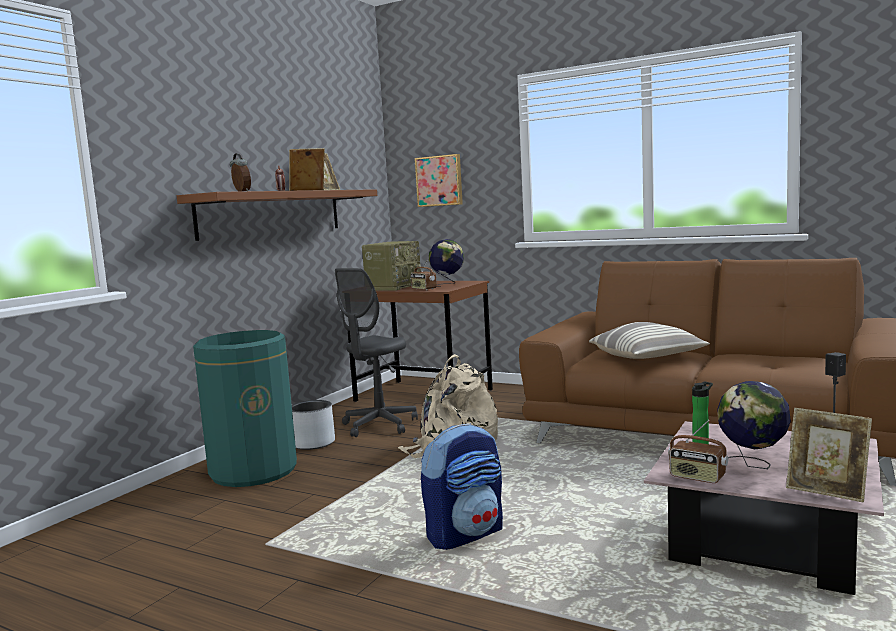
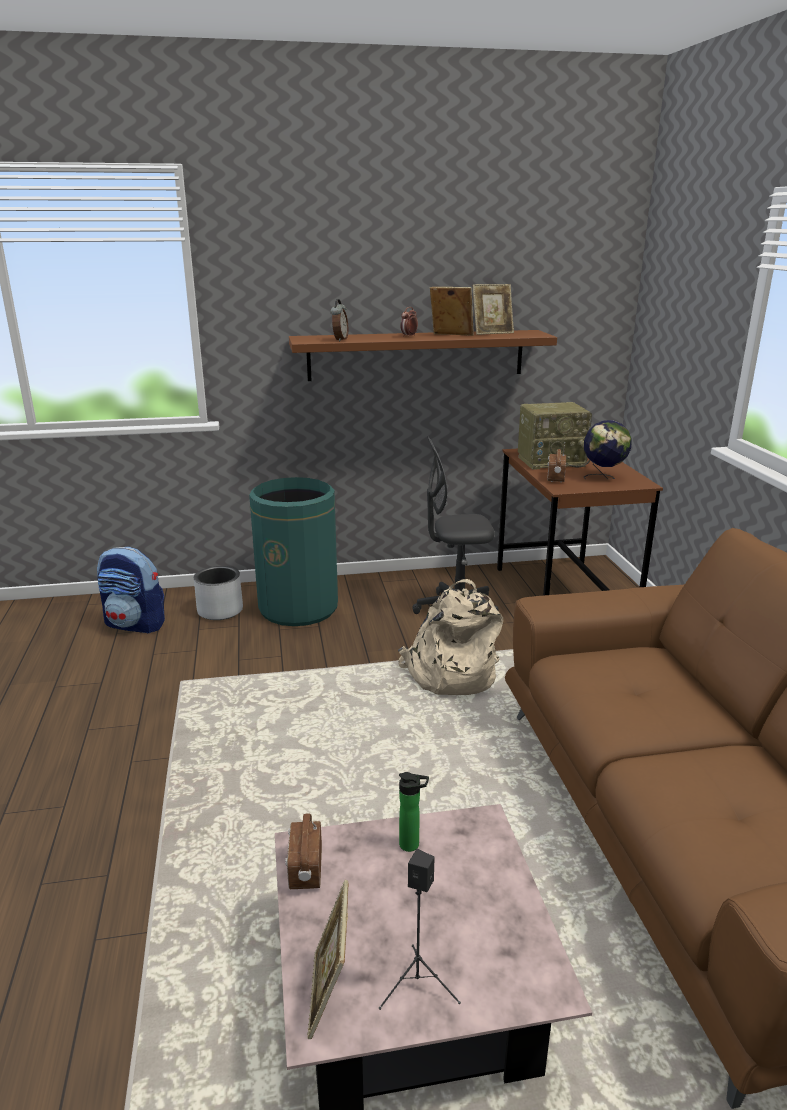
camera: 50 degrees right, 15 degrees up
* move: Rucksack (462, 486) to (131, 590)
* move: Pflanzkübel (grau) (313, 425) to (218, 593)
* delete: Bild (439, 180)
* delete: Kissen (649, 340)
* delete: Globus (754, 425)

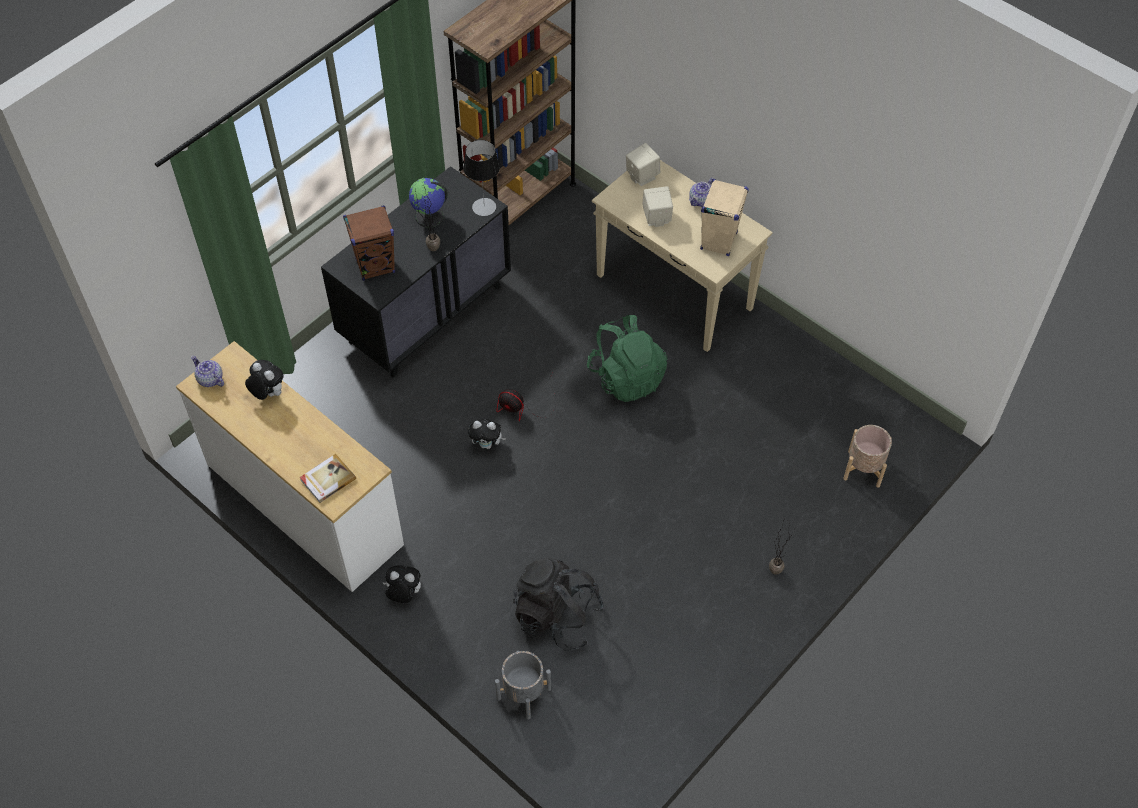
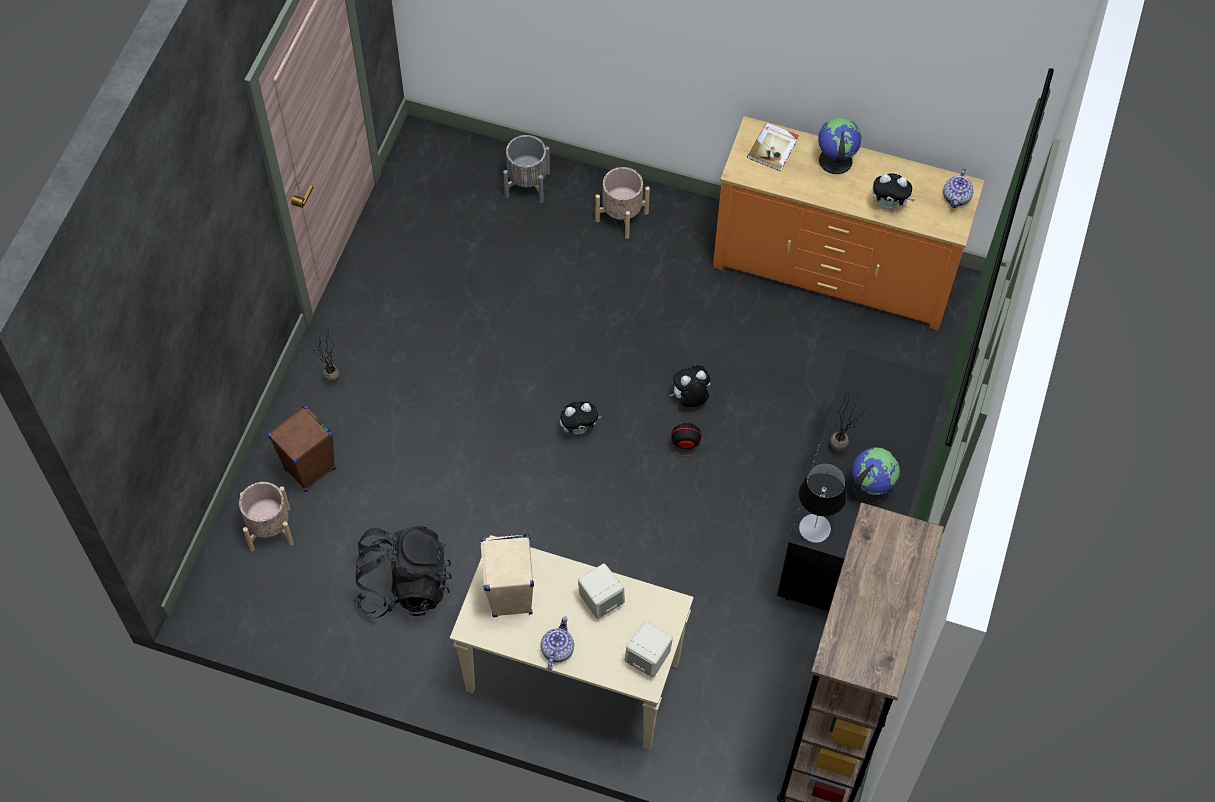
camera: 155 degrees right, 5 degrees up
* move: Lautsprecher (braun) (369, 243) to (302, 448)
* move: Rucksack (schwarz) (559, 604) to (402, 572)
* move: Plüschtier (401, 584) to (581, 418)
* insert: Pflanzkübel (beige) (622, 203)
* recolor: Kommode (weiß) (290, 466) to Kommode (orange) (849, 223)
* insert: Globus (840, 145)
* rotate: Teekanne (207, 371) = (958, 188) 90 degrees clockwise
* delete: Rucksack (grün) (627, 358)

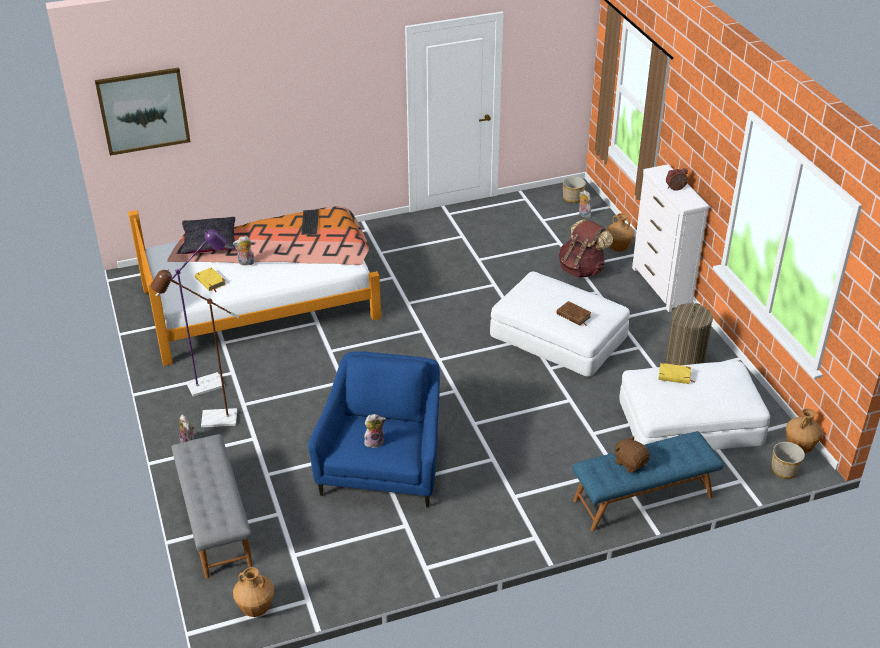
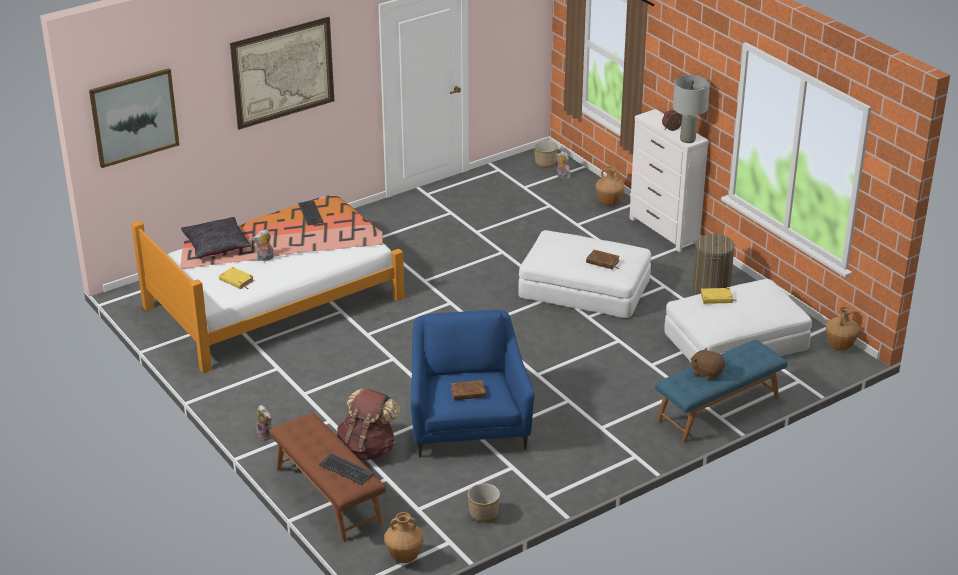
camera: 15 degrees left, 5 degrees down
* insert: Bild (282, 73)
* recolor: Bank (grau) (212, 506) to Bank (braun) (327, 477)
* insert: Tastatur (346, 469)
* move: Rucksack (braun) (586, 248) to (368, 425)
* replace: Plüschtier (375, 431) to Buch (braun) (471, 390)
* move: Pflanzkübel (788, 460) to (484, 502)
* insert: Tischlampe (grau) (691, 109)
* delete: Stehlampe (braun) (195, 348)
* delete: Stehlampe (lila) (191, 313)

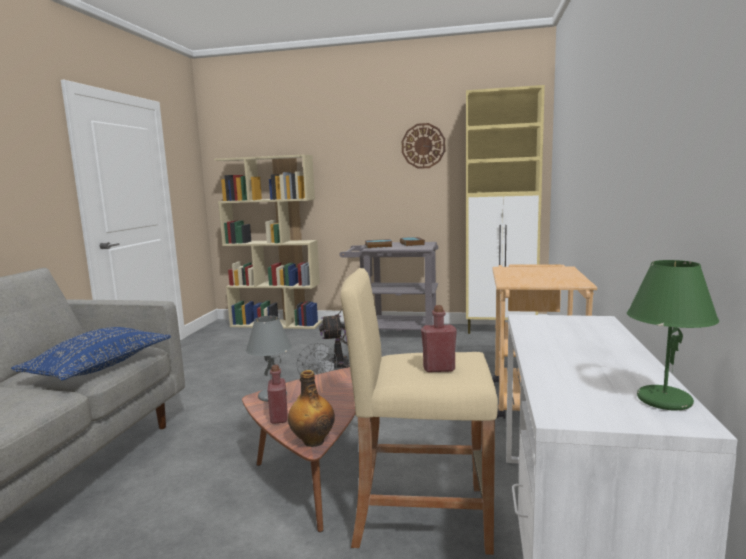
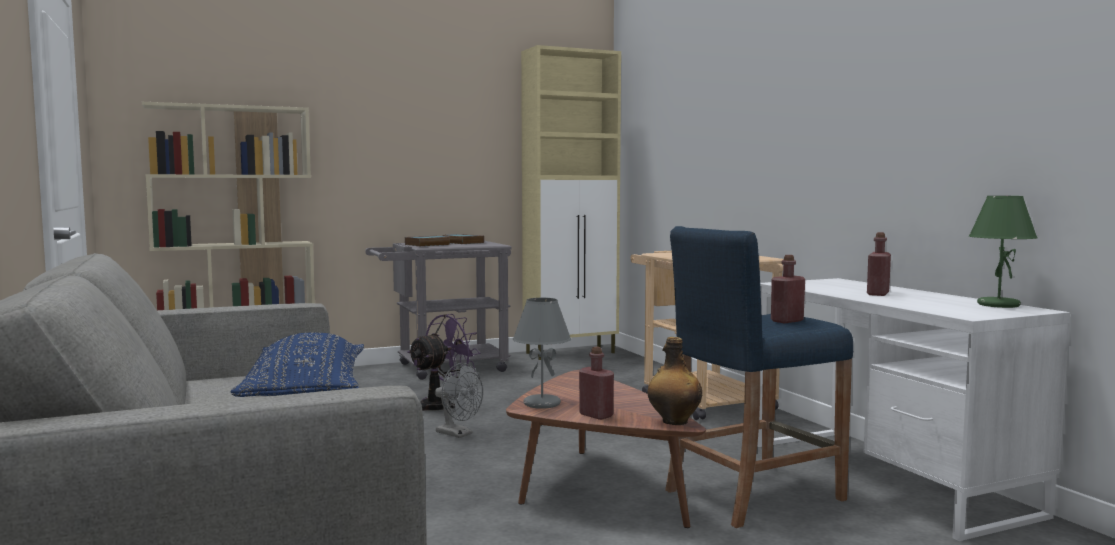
camera: 35 degrees left, 5 degrees down
* recolor: Hocker (beige) (419, 411) to Hocker (blau) (759, 377)
* insert: Flasche (rot) (879, 264)
* delete: Wanduhr (423, 146)

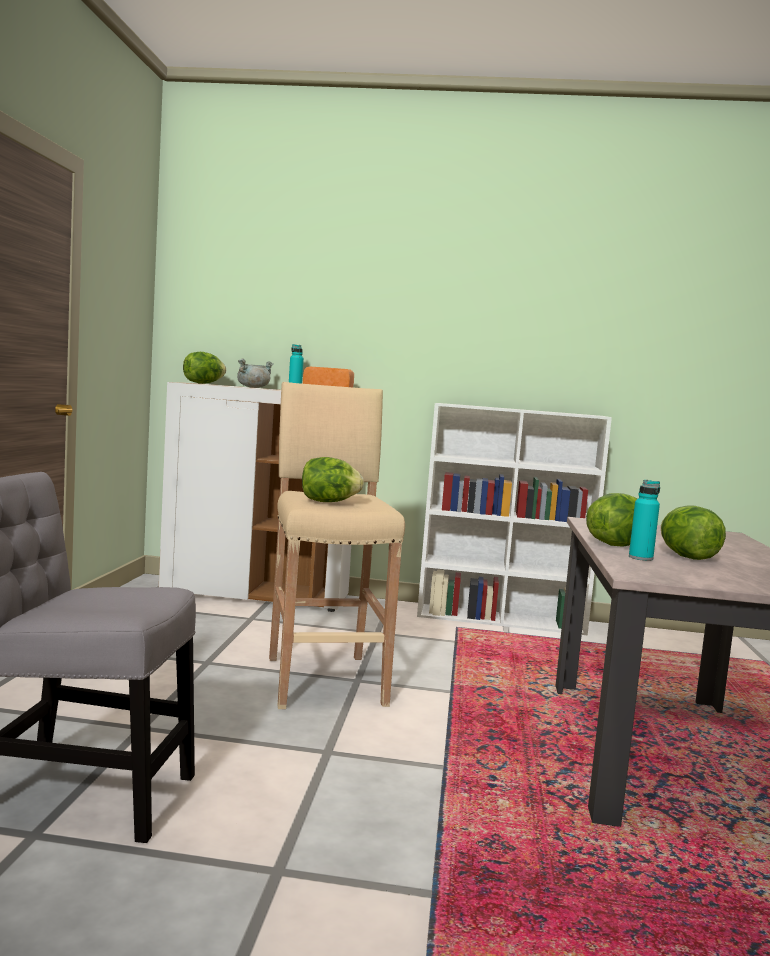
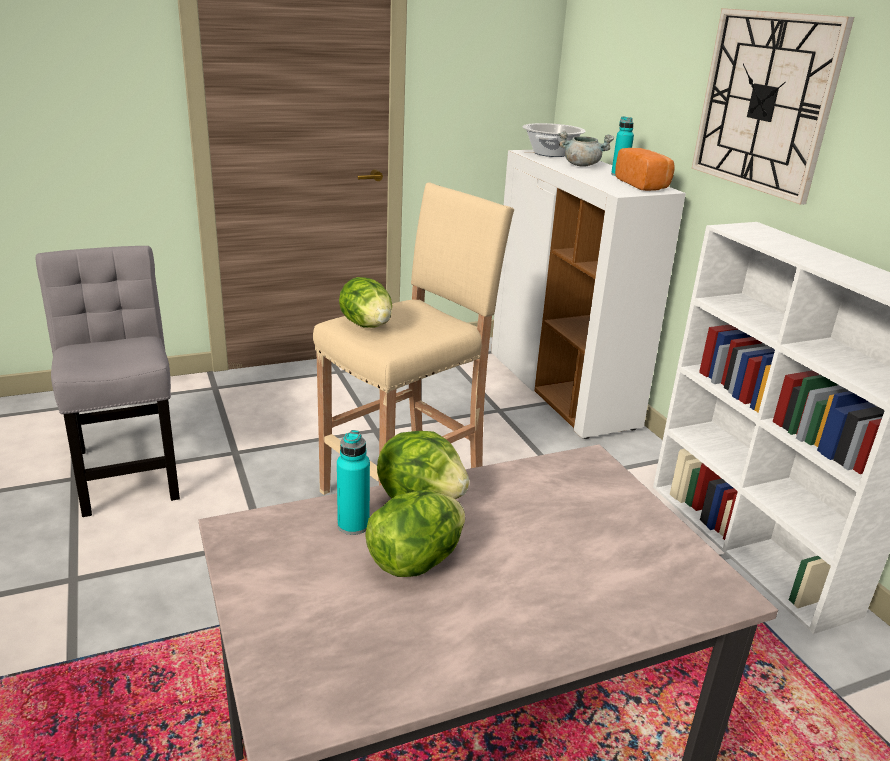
camera: 60 degrees right, 20 degrees up
* replace: Salatkopf (204, 368) to Kochtopf (554, 140)
* insert: Wanduhr (773, 106)

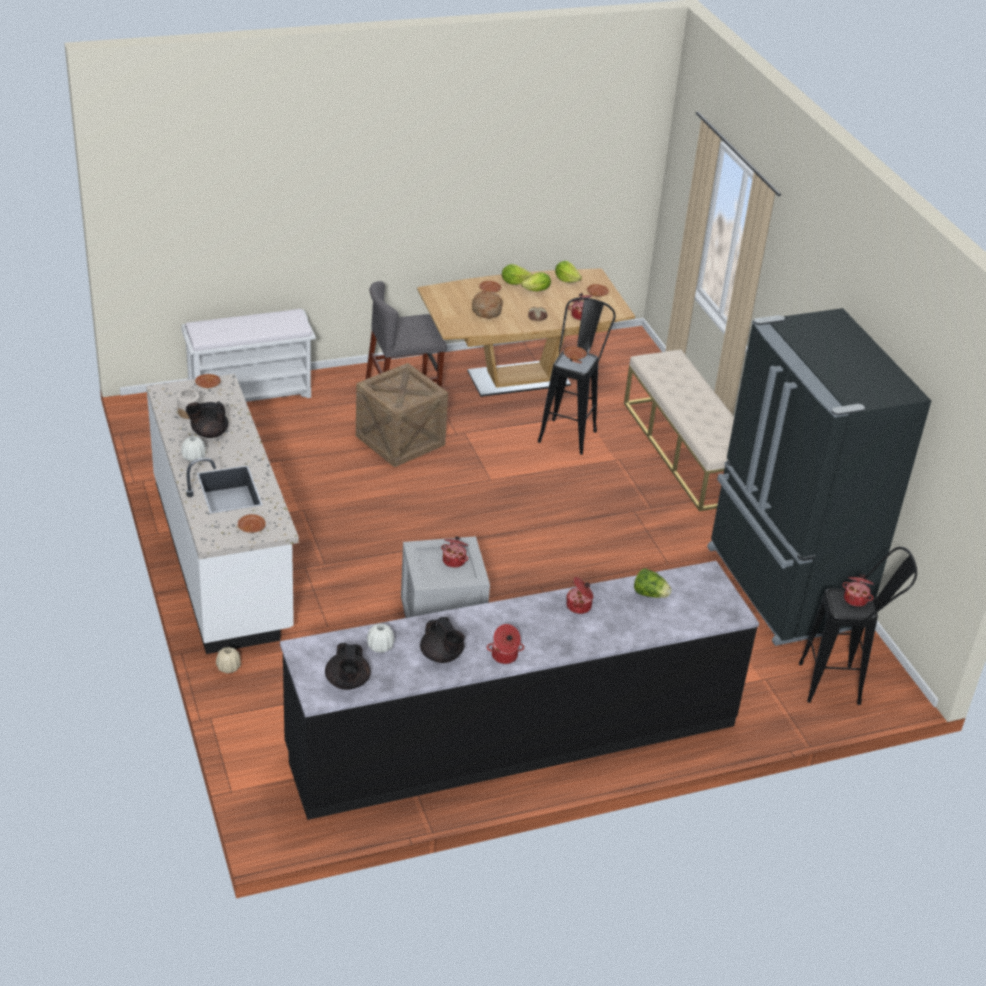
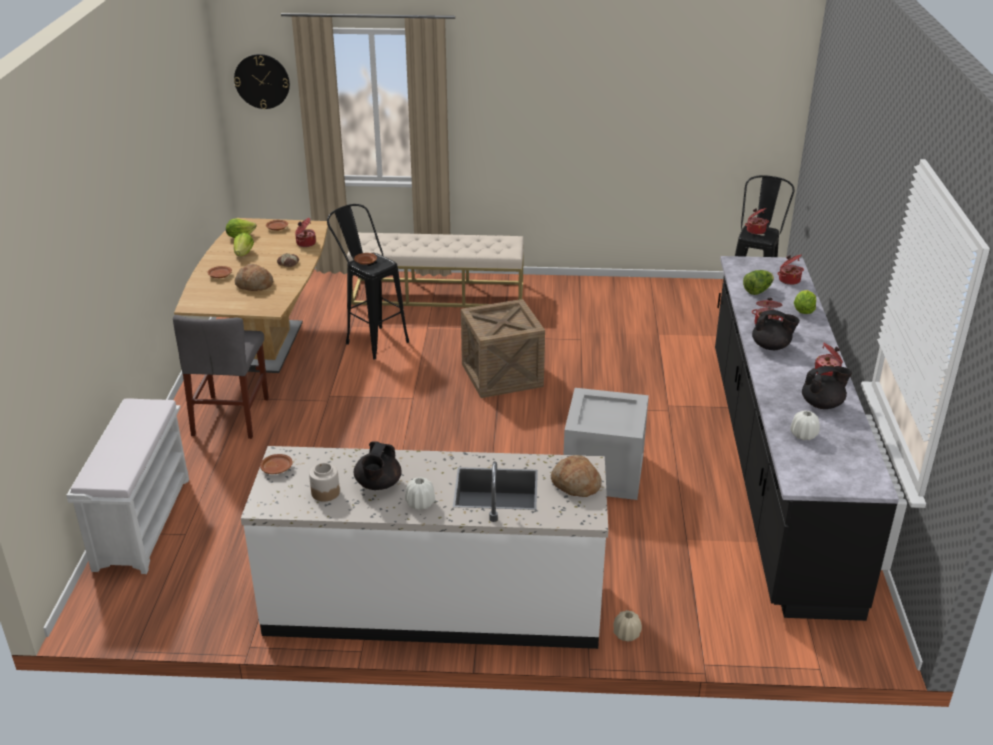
camera: 65 degrees left, 5 degrees down
* insert: Wanduhr (262, 81)
* move: Kiste (402, 415) to (503, 348)
* replace: Teller (braun) (252, 523) to Brot (576, 476)
* move: Teekanne (schwarz) (347, 666) to (776, 330)
* move: Kochtopf (455, 552) to (790, 269)
* move: Salatkopf (517, 274) to (805, 302)
* delete: Kühlschrank (schwarz) (819, 477)

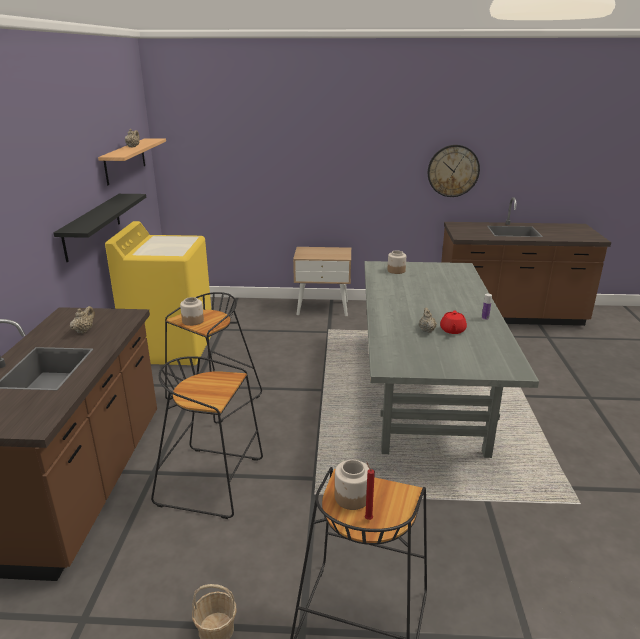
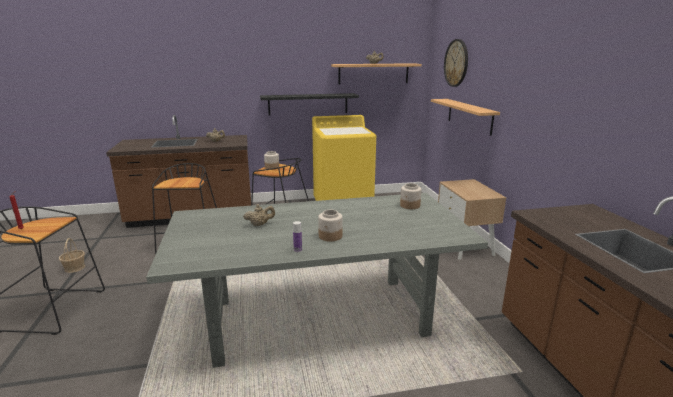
camera: 75 degrees right, 5 degrees down
* move: Vorratsglas (352, 485) to (330, 226)
* insert: Wandregal (465, 117)
* move: Wanduhr (454, 171) to (456, 63)
* delete: Teekanne (rot) (453, 322)

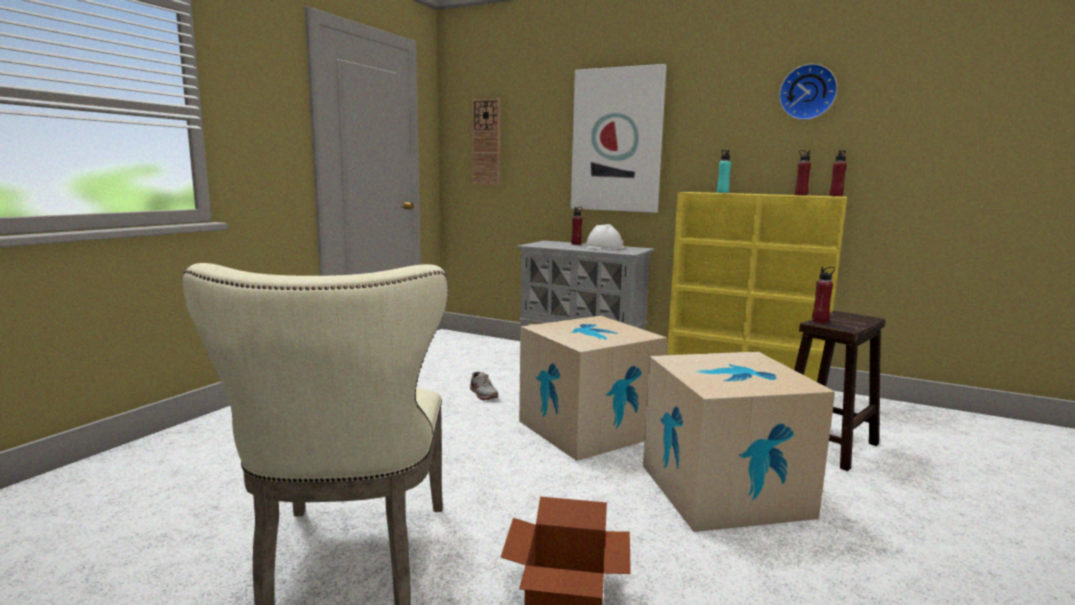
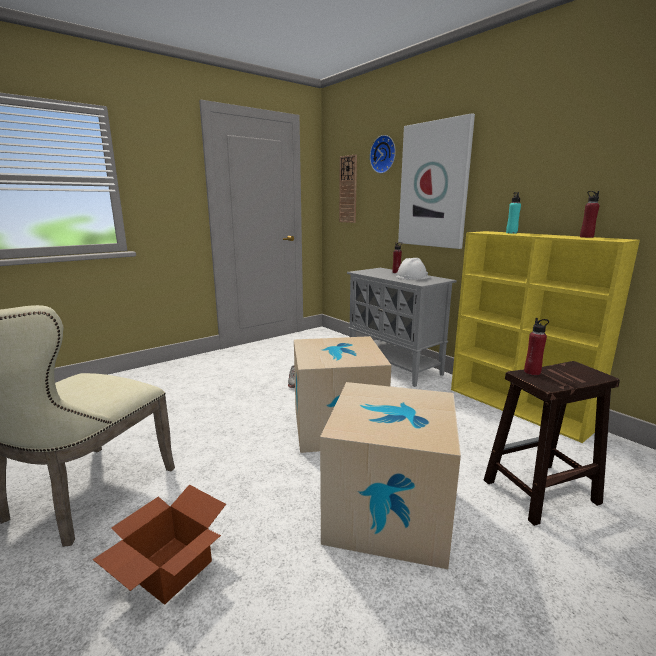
camera: 25 degrees right, 5 degrees up
* move: Wanduhr (808, 92) to (383, 154)
* delete: Flasche (rot) (838, 173)

